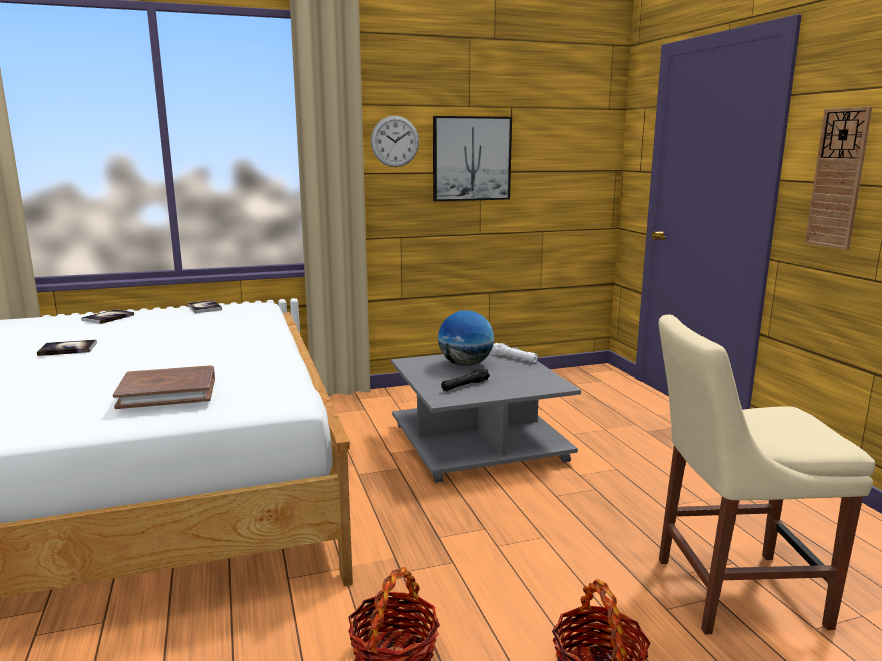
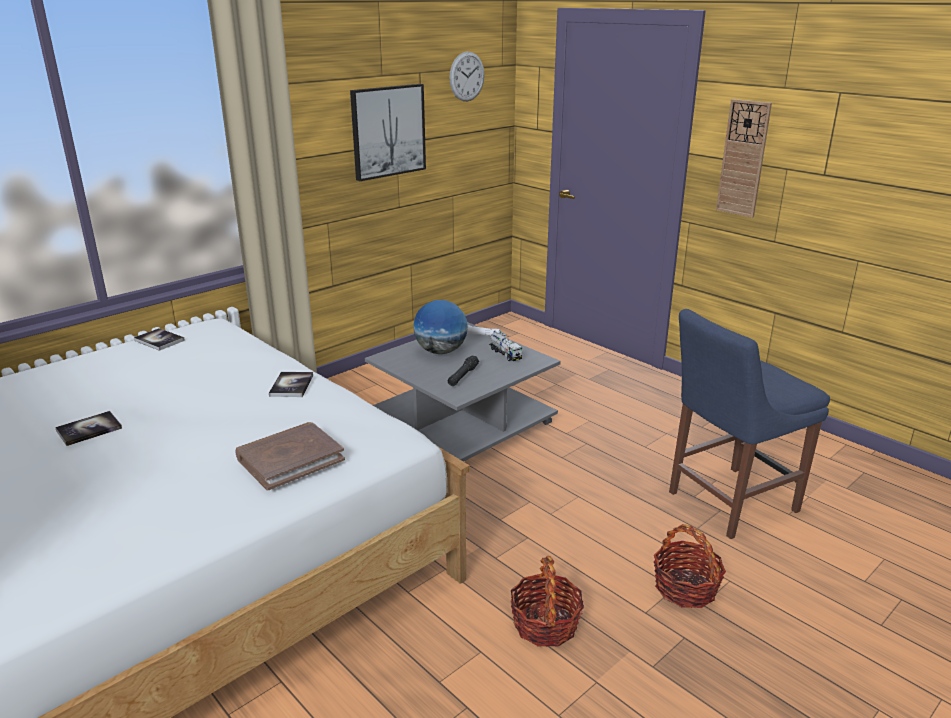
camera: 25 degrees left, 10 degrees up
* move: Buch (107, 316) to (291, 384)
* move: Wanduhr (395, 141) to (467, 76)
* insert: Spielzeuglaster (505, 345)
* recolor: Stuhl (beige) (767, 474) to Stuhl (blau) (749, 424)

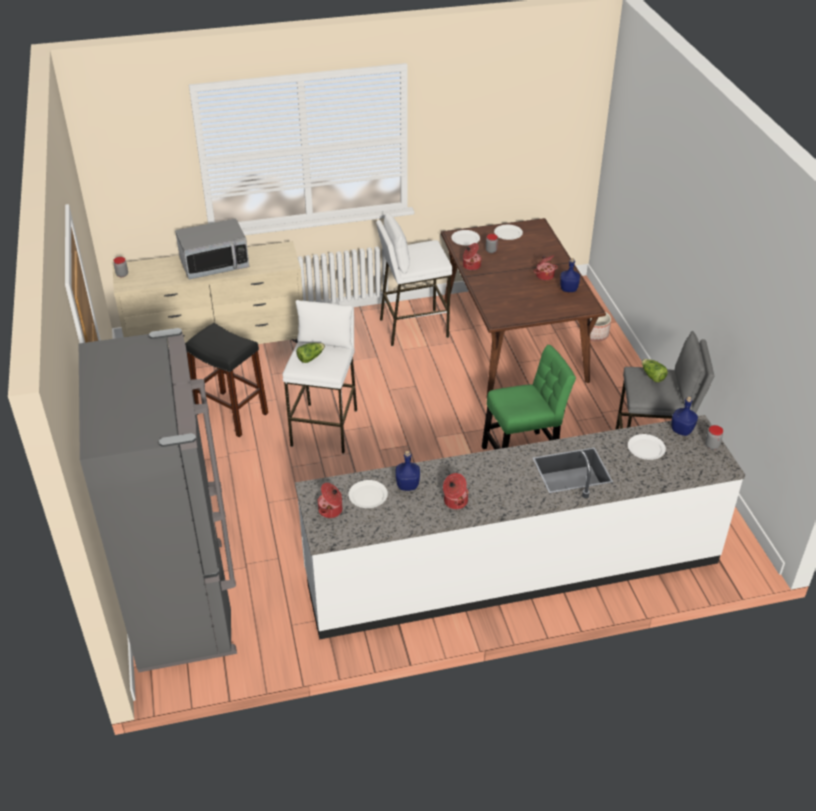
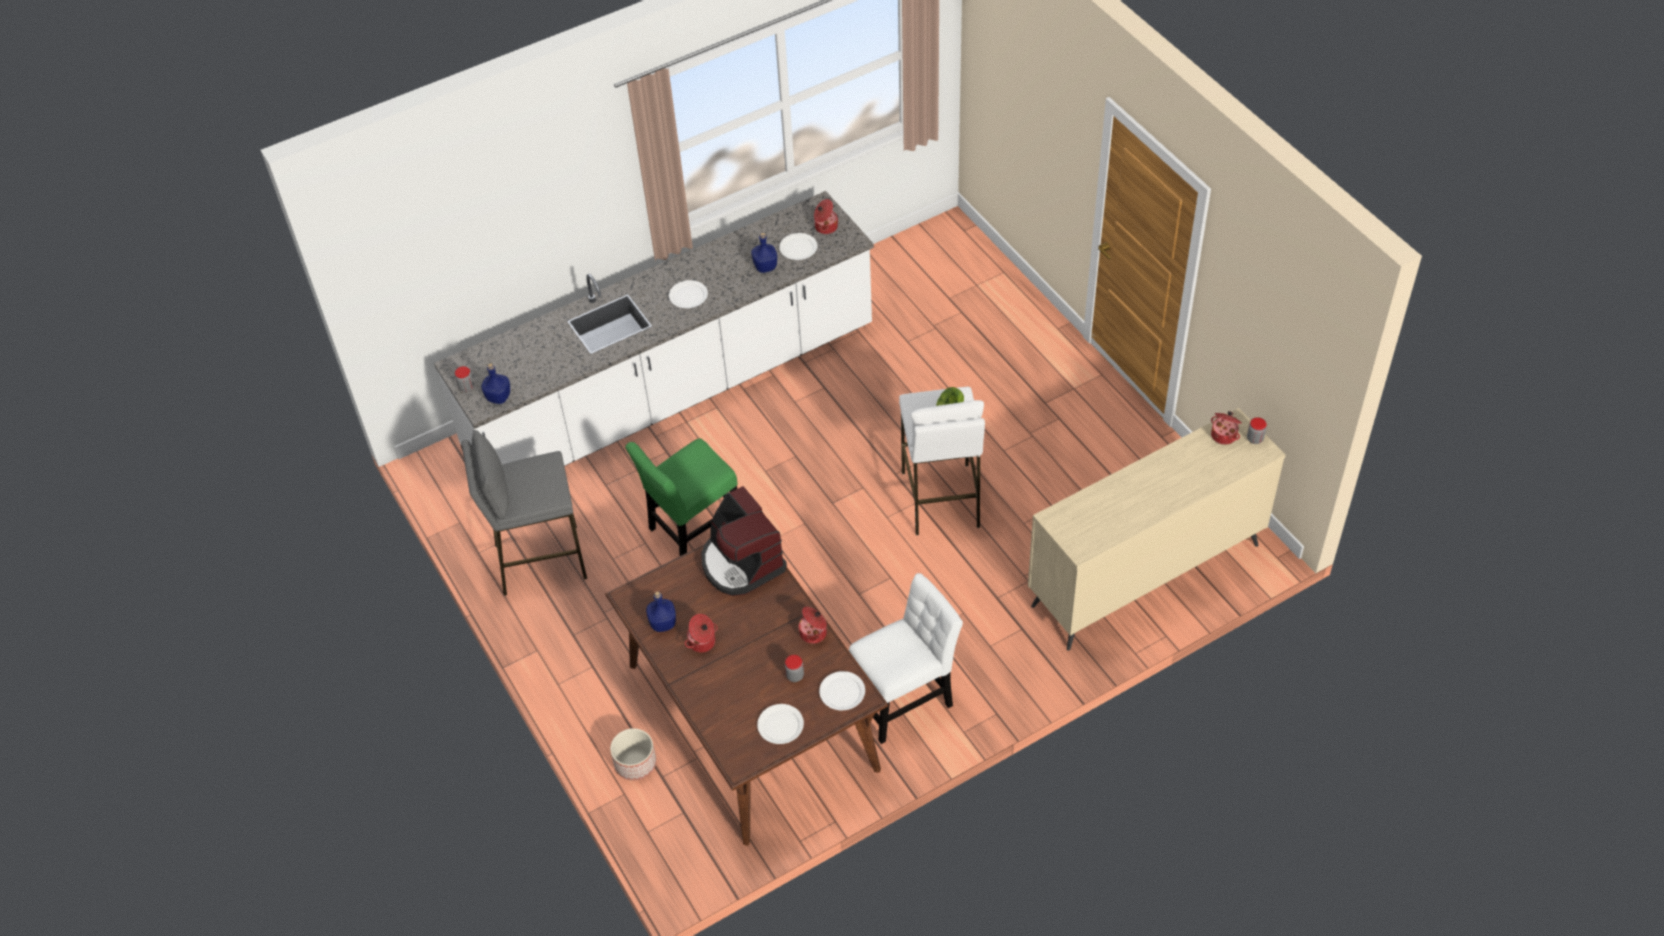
camera: 165 degrees right, 10 degrees up
* move: Teller (weiß) (647, 447) to (688, 294)
* insert: Kaffeemaschine (744, 541)
* replace: Hocker (weiß) (414, 279) to Stuhl (weiß) (906, 658)
* move: Kochtopf (456, 491) to (1226, 428)
* delete: Kühlschrank (grau) (158, 500)
* delete: Mikrowelle (212, 249)
* delete: Hocker (schwarz) (226, 380)
* delete: Salatkopf (655, 370)

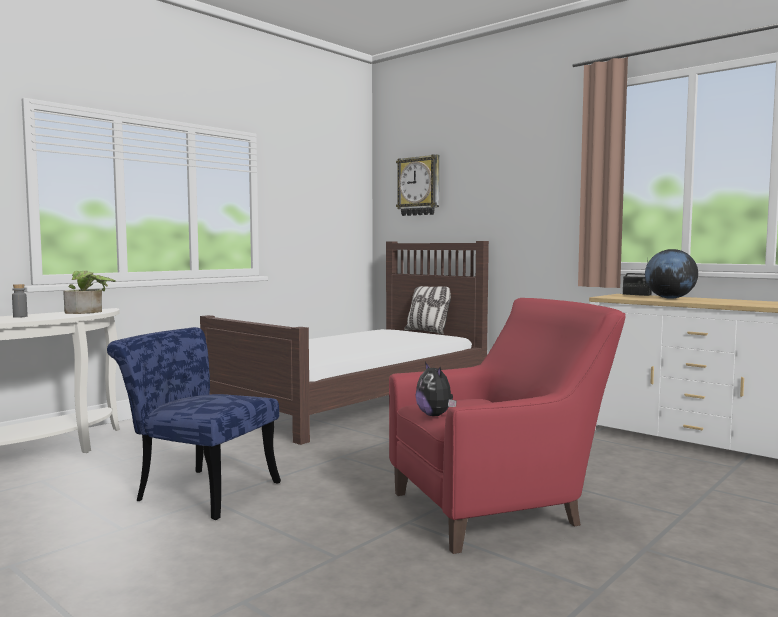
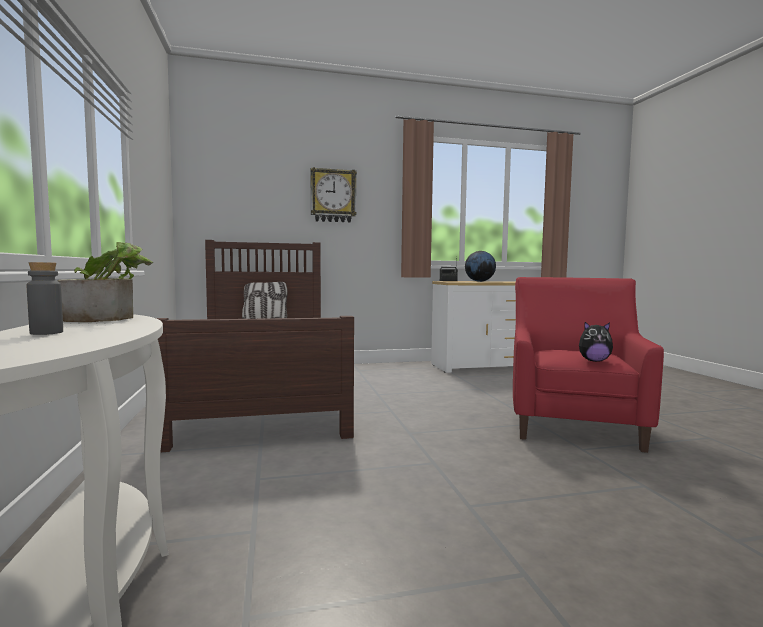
camera: 55 degrees left, 0 degrees up
* move: Wanduhr (417, 185) to (334, 195)
* delete: Stuhl (blau) (194, 423)

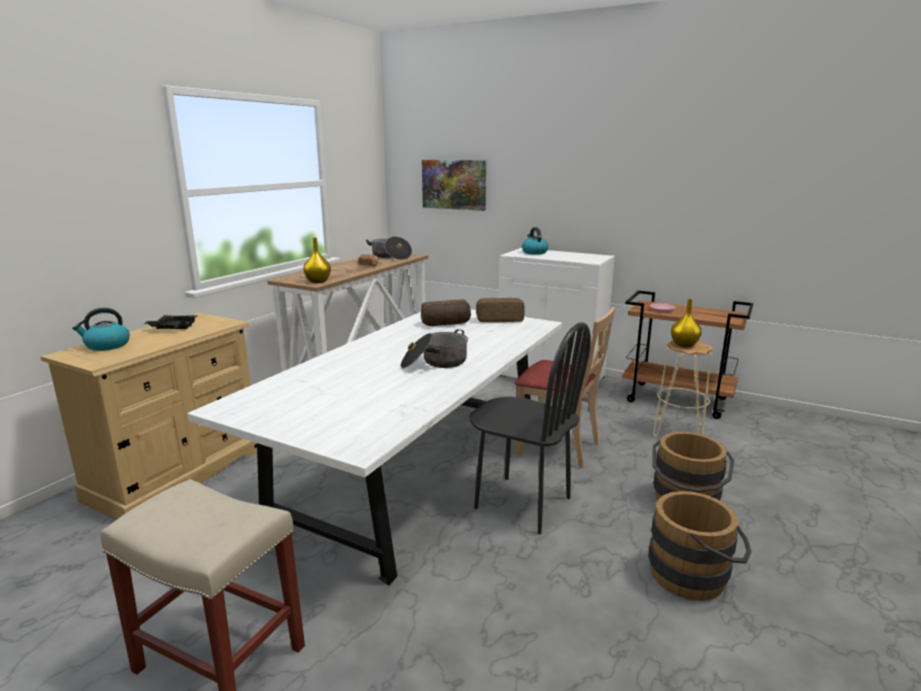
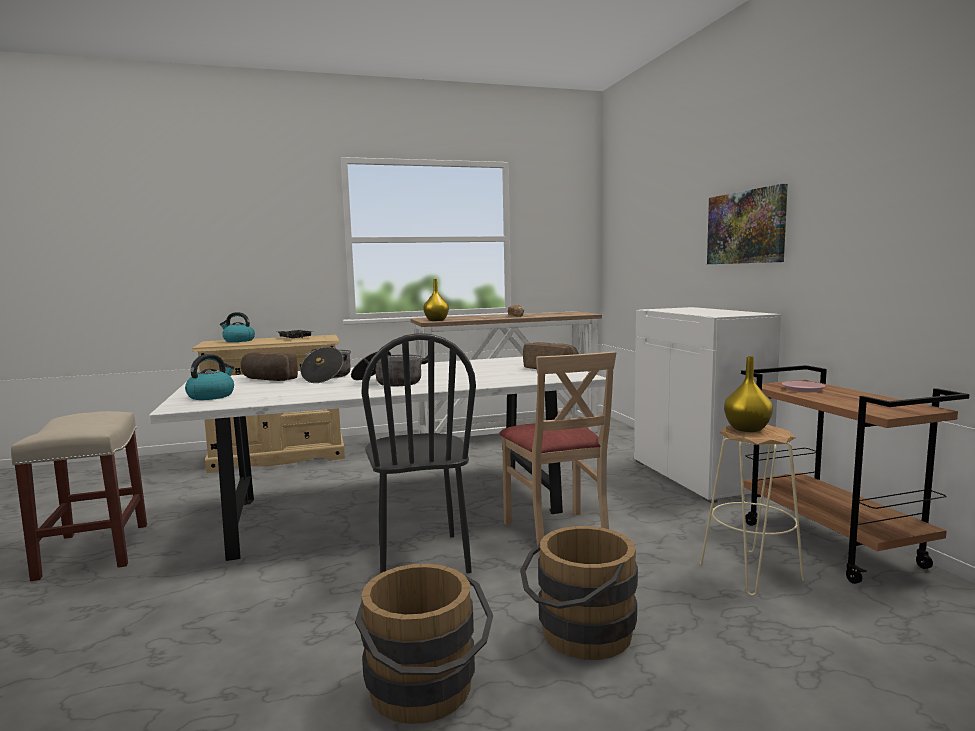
camera: 45 degrees right, 10 degrees down
* move: Wasserkessel (535, 241) to (209, 377)
* move: Brot (446, 312) to (269, 366)
* move: Kochtopf (389, 248) to (325, 365)
* move: Bild (454, 185) to (747, 224)

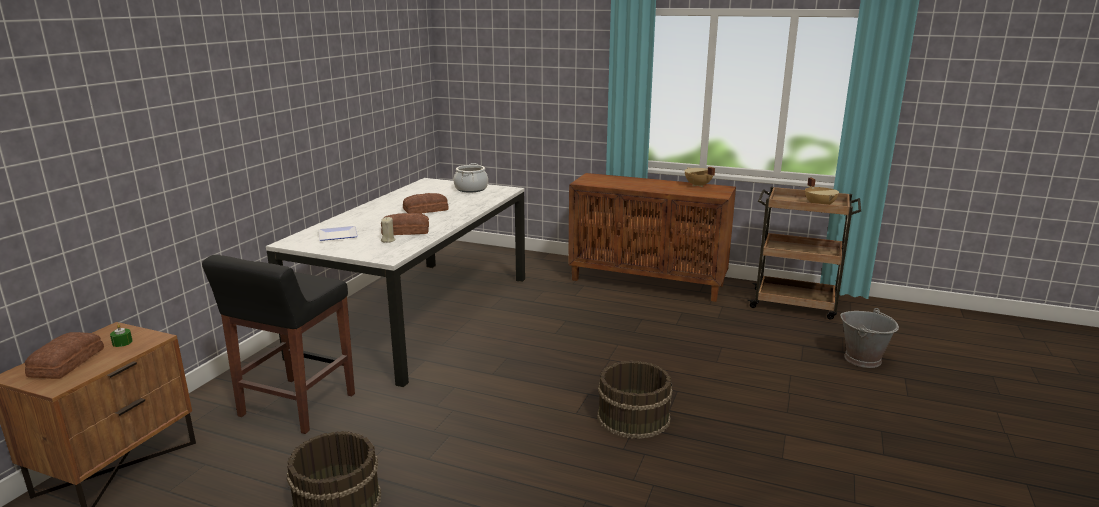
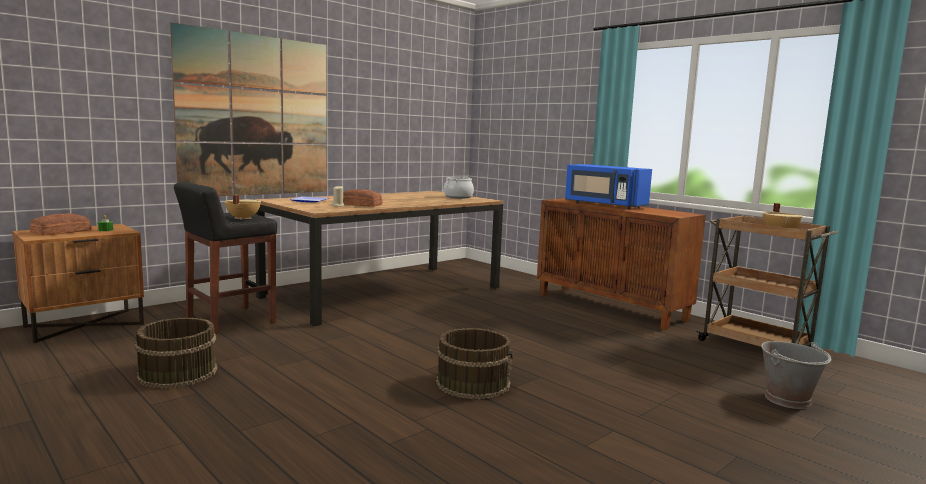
camera: 25 degrees right, 10 degrees down
* insert: Bild (248, 109)
* move: Kochtopf (beige) (699, 177) to (243, 207)
* recolor: Esstisch (weiß) (395, 282) to Esstisch (braun) (379, 259)
* insert: Mikrowelle (blau) (608, 186)
* delete: Brot (426, 203)

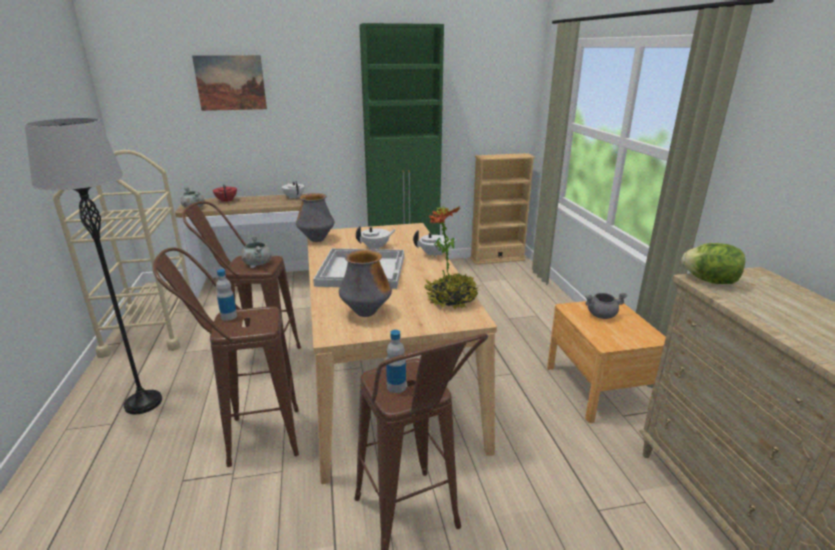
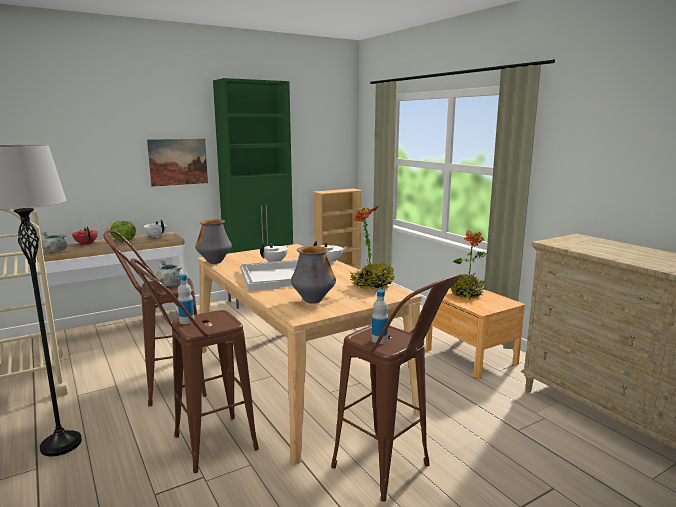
camera: 20 degrees left, 10 degrees down
* move: Salatkopf (713, 263) to (121, 231)
* move: Bild (229, 83) to (177, 163)
* replace: Kochtopf (grau) (606, 306) to Topfpflanze (469, 265)

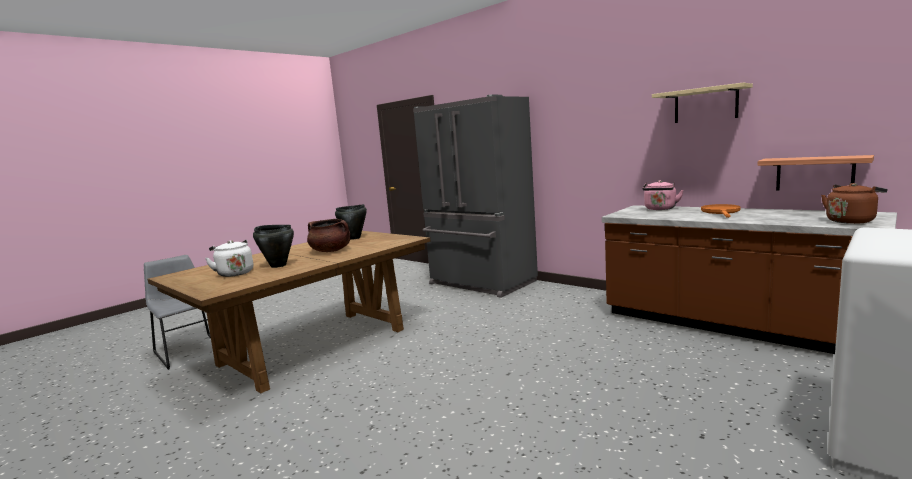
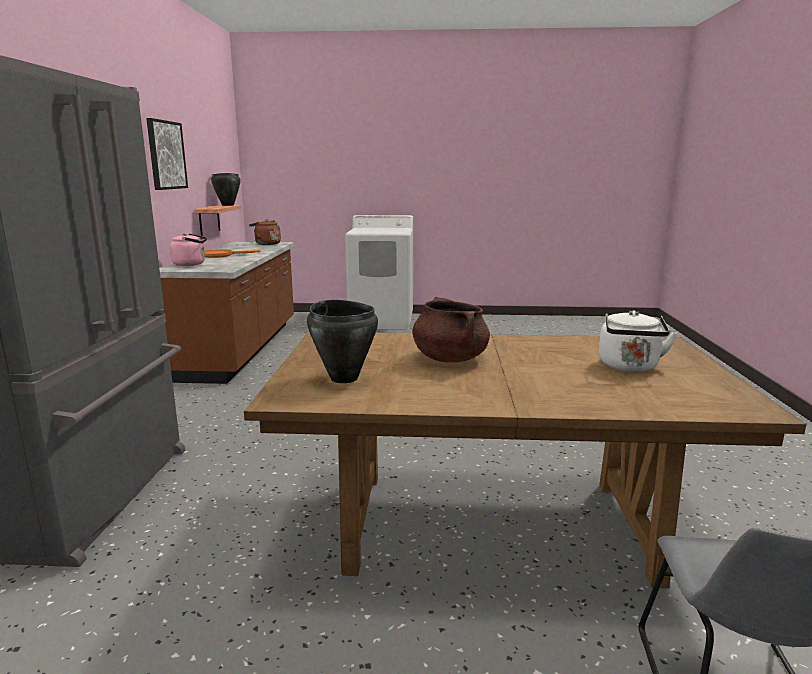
camera: 130 degrees left, 5 degrees up
* replace: Wandregal (beige) (702, 102) to Bild (167, 154)
* move: Kochtopf (schwarz) (273, 246) to (226, 189)

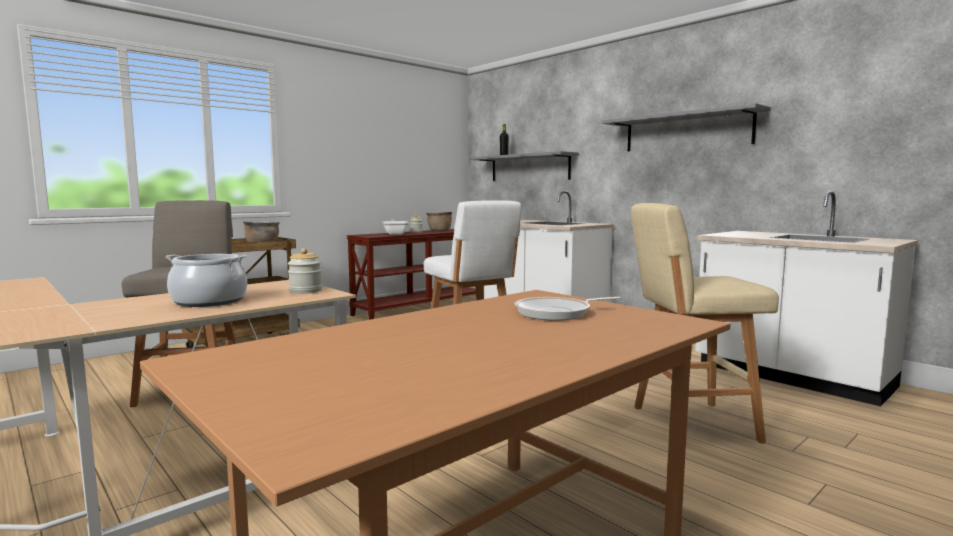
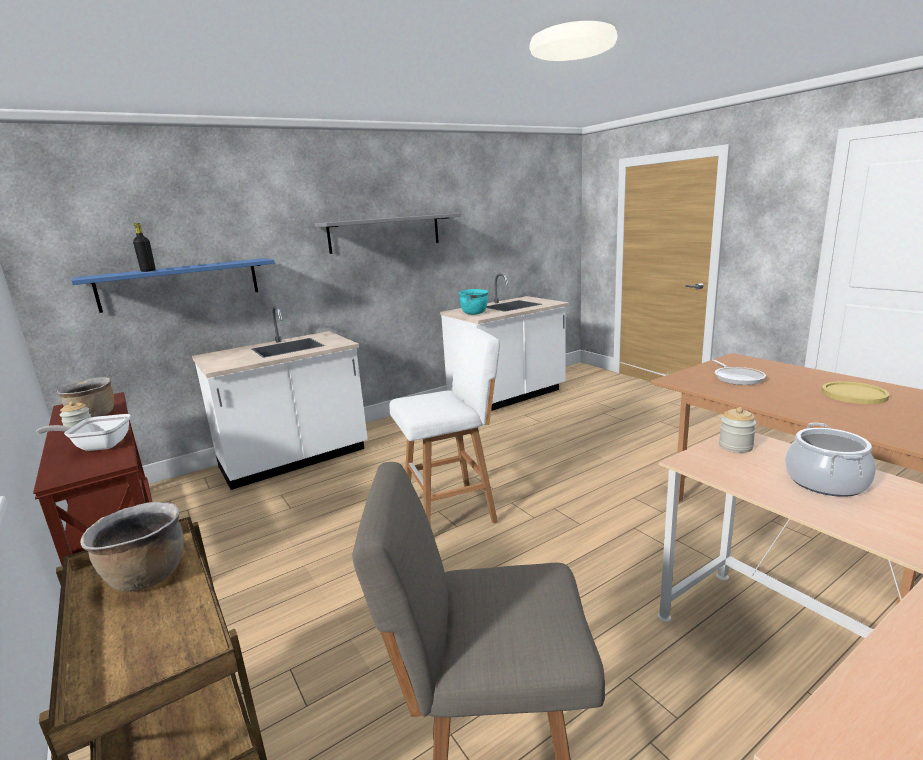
camera: 80 degrees left, 10 degrees up
* recolor: Wandregal (grau) (524, 166) to Wandregal (blau) (173, 285)
* insert: Kochtopf (türkis) (474, 302)
* insert: Teller (gelb) (855, 392)
* delete: Hocker (beige) (705, 323)

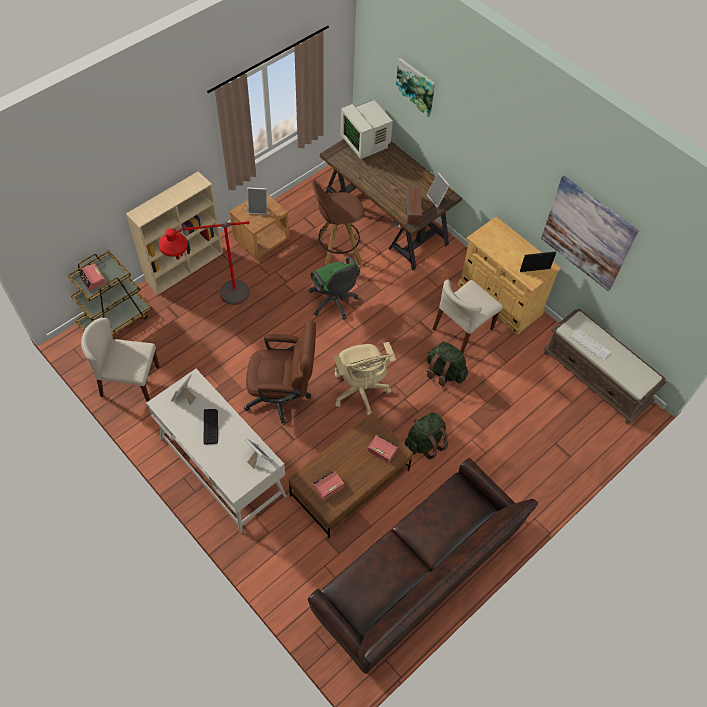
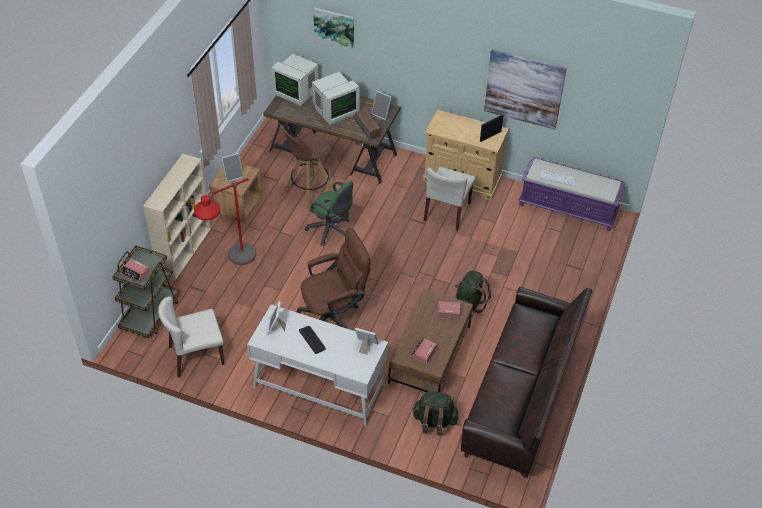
camera: 25 degrees left, 10 degrees down
* insert: Monitor (336, 98)
* move: Rucksack (grün) (447, 364) to (435, 413)
* recolor: Bank (braun) (605, 366) to Bank (lila) (571, 194)
* delete: Bürostuhl (beige) (365, 379)

